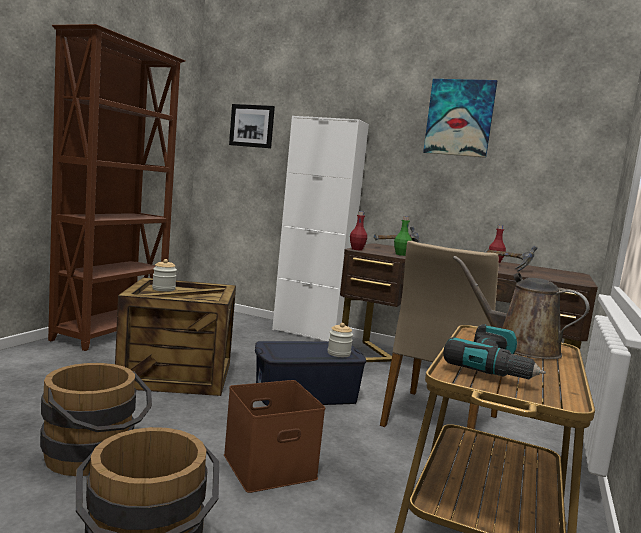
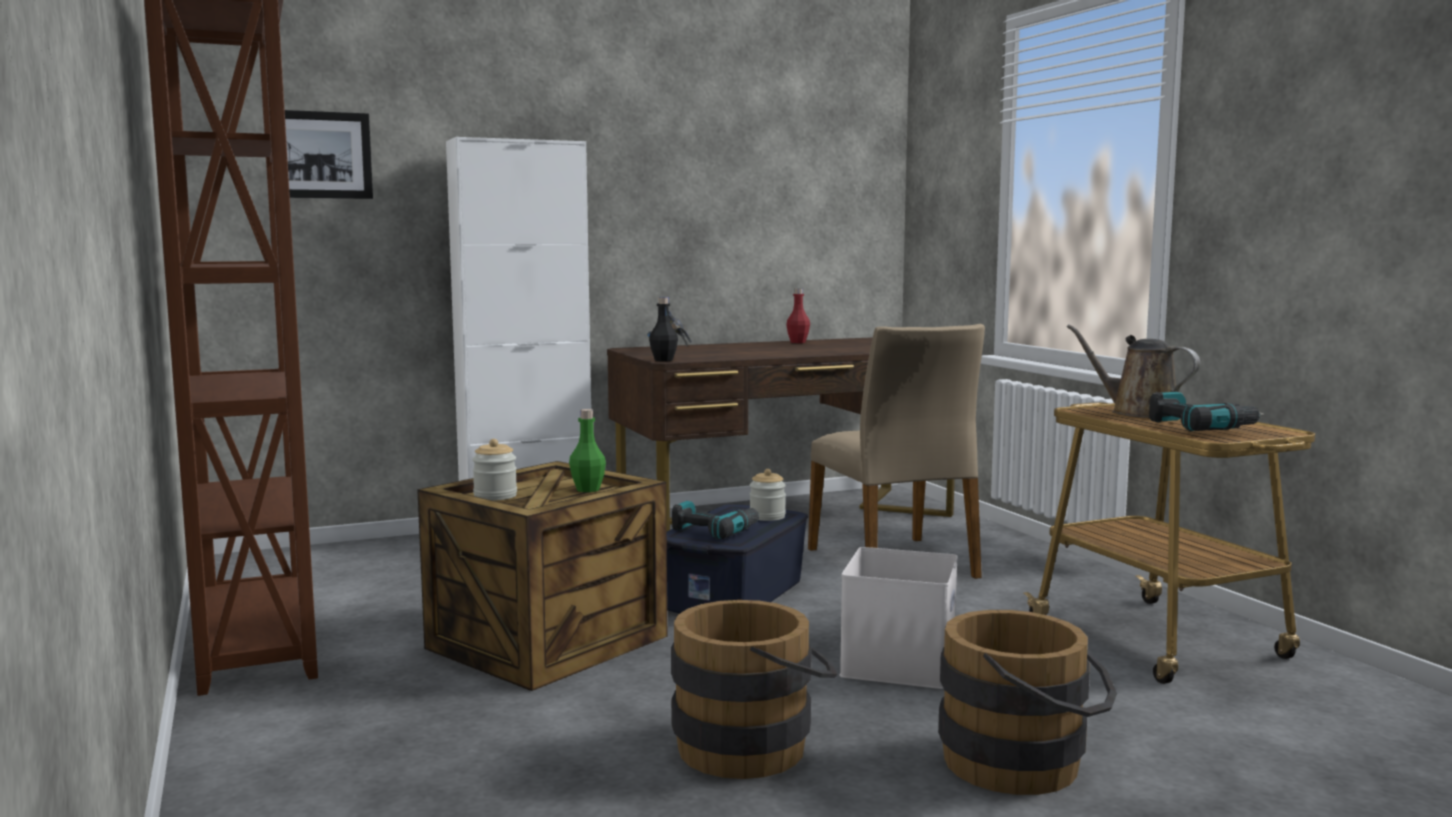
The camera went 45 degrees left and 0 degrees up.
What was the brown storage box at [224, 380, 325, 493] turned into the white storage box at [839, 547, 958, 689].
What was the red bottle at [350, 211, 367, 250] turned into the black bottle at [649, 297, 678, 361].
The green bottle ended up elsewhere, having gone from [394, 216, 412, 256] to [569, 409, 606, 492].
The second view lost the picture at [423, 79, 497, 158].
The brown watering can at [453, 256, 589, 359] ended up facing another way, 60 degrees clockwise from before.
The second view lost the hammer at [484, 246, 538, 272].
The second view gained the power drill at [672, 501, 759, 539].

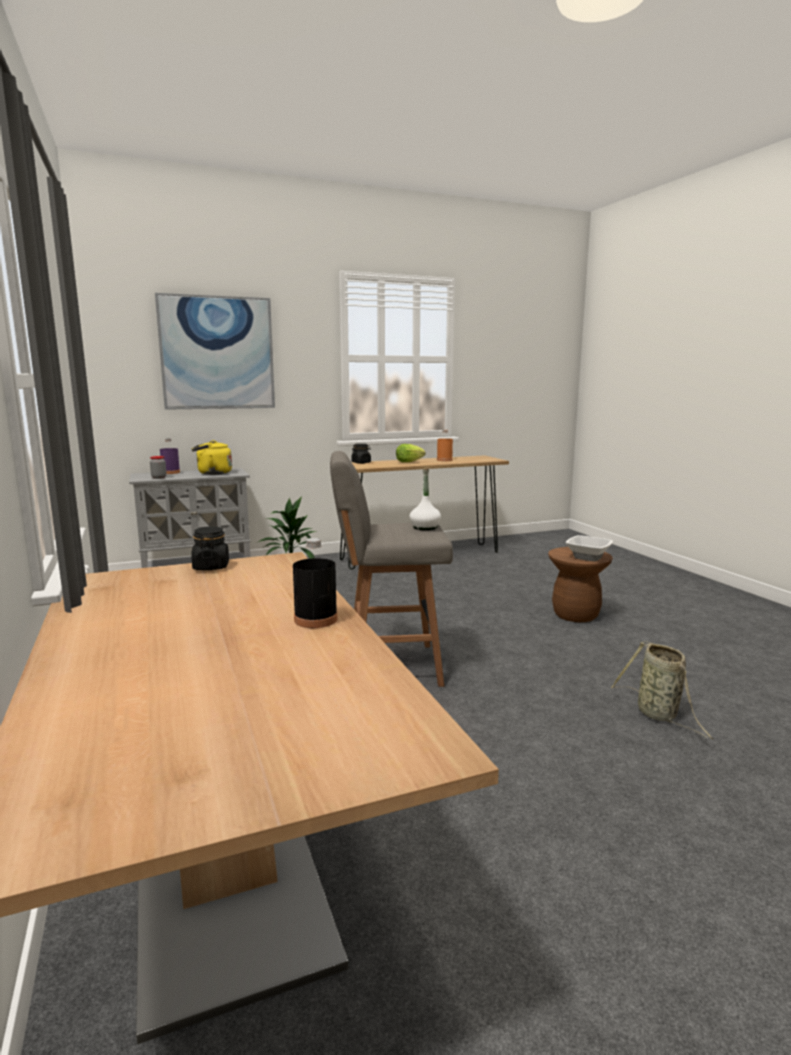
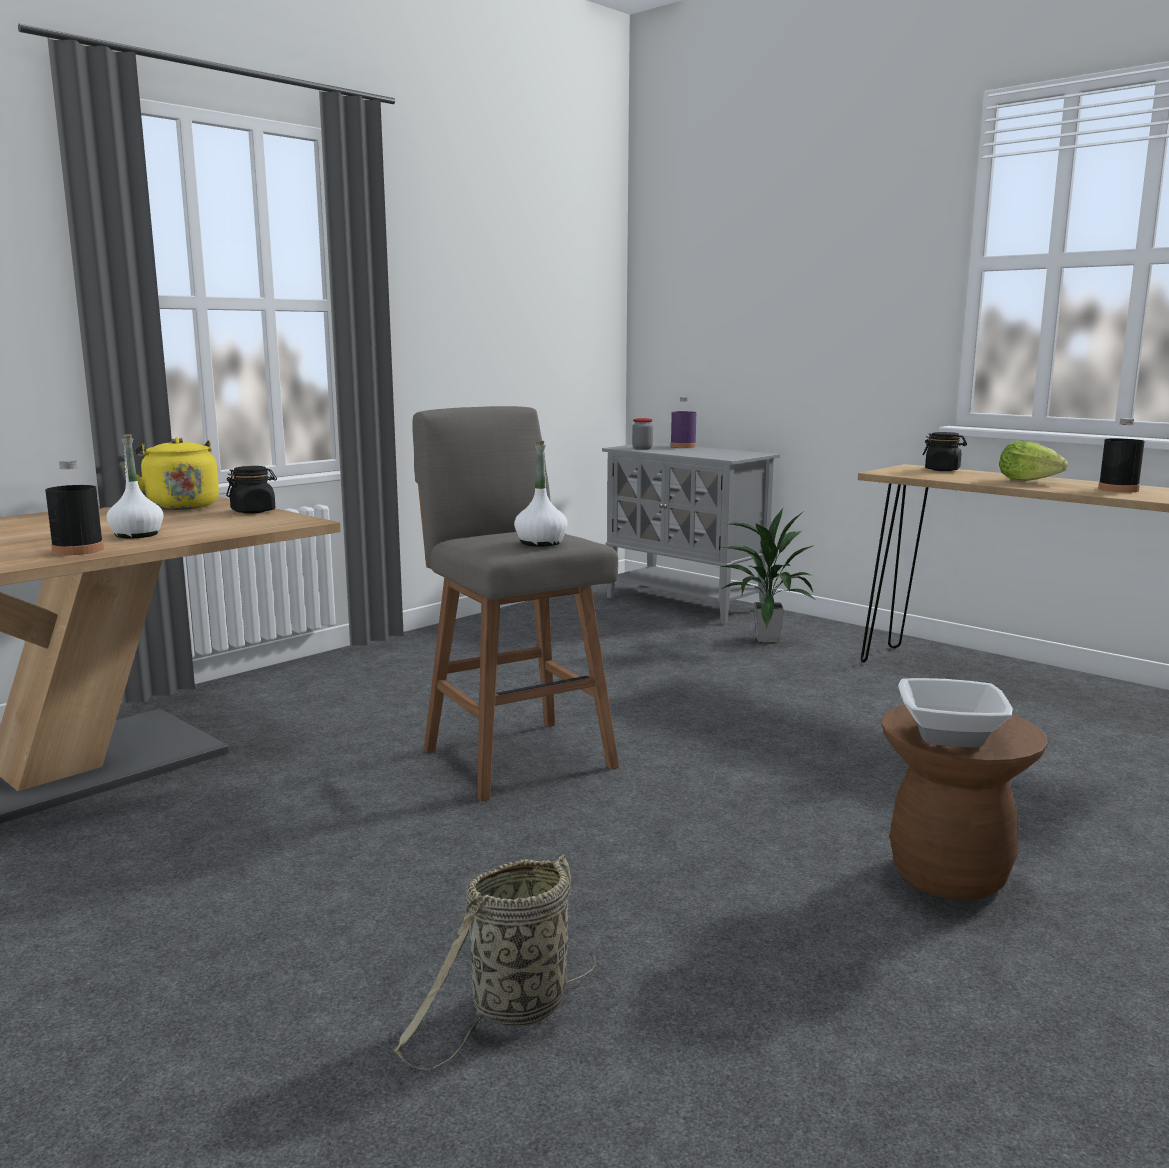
The camera went 65 degrees right and 0 degrees up.
The second view lost the picture at [155, 293, 275, 410].
The yellow kettle ended up elsewhere, having gone from [192, 440, 232, 475] to [124, 437, 219, 510].
What was the orange bottle at [437, 430, 453, 461] turned into the black bottle at [1098, 418, 1145, 492].
The second view gained the white bottle at [106, 434, 164, 539].

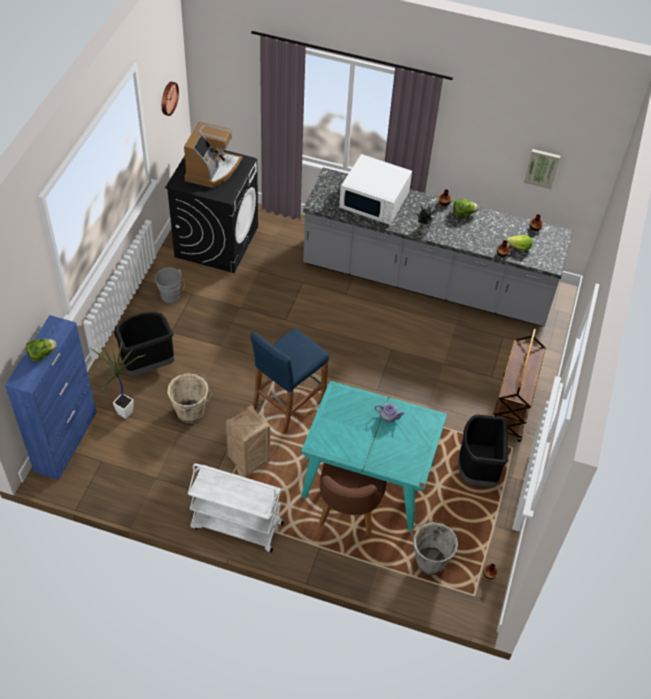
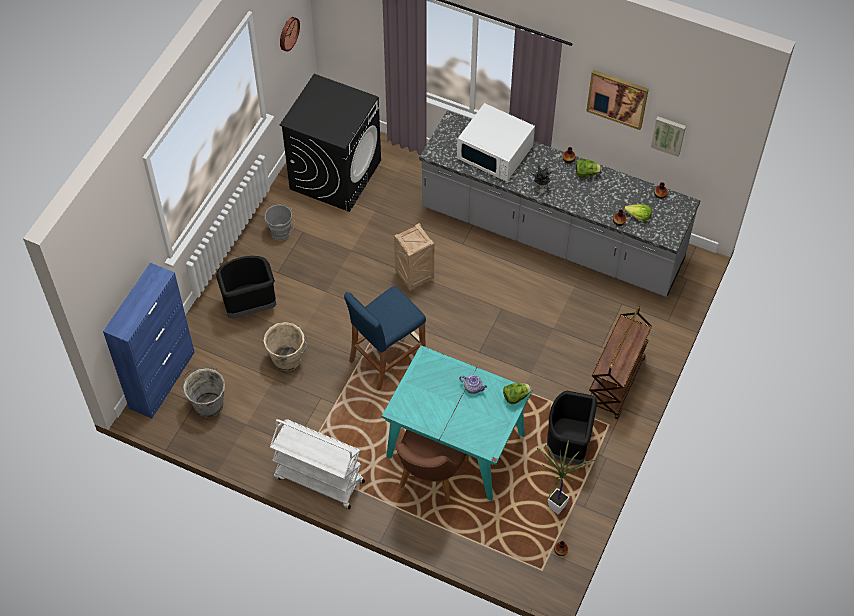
The camera went 10 degrees right and 5 degrees up.
The lettuce ended up elsewhere, having gone from [26, 339, 57, 362] to [503, 383, 532, 404].
The potted plant ended up elsewhere, having gone from [90, 340, 146, 419] to [537, 440, 595, 514].
The second view lost the coffee machine at [184, 122, 242, 188].
The crate ended up elsewhere, having gone from [226, 405, 270, 477] to [394, 223, 434, 290].
The grey bucket ended up elsewhere, having gone from [410, 520, 458, 575] to [182, 367, 225, 418].
The second view gained the picture at [586, 70, 649, 130].

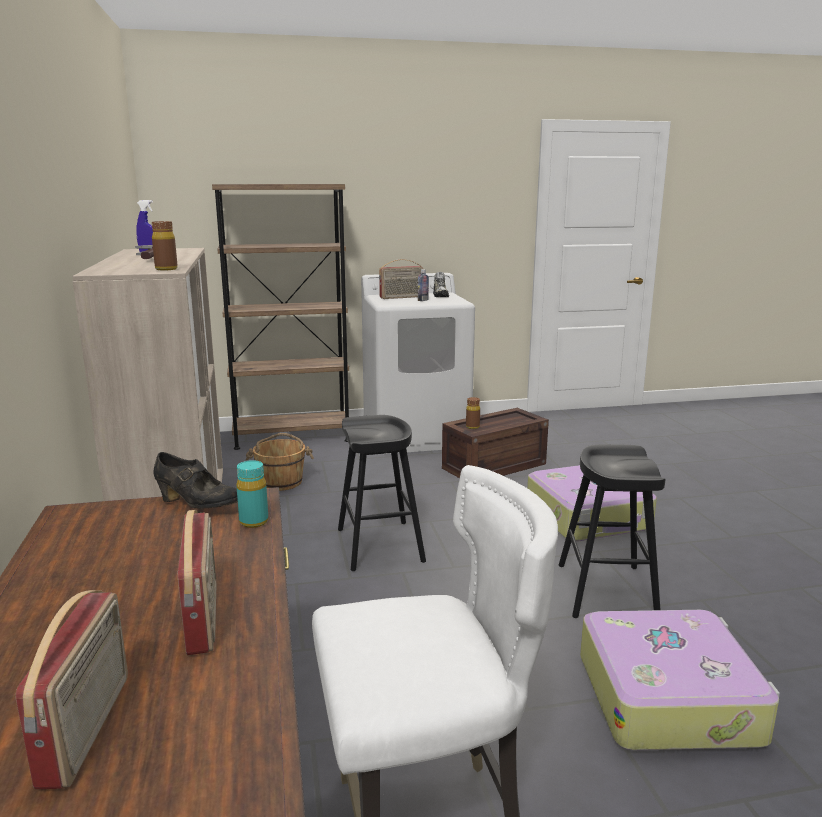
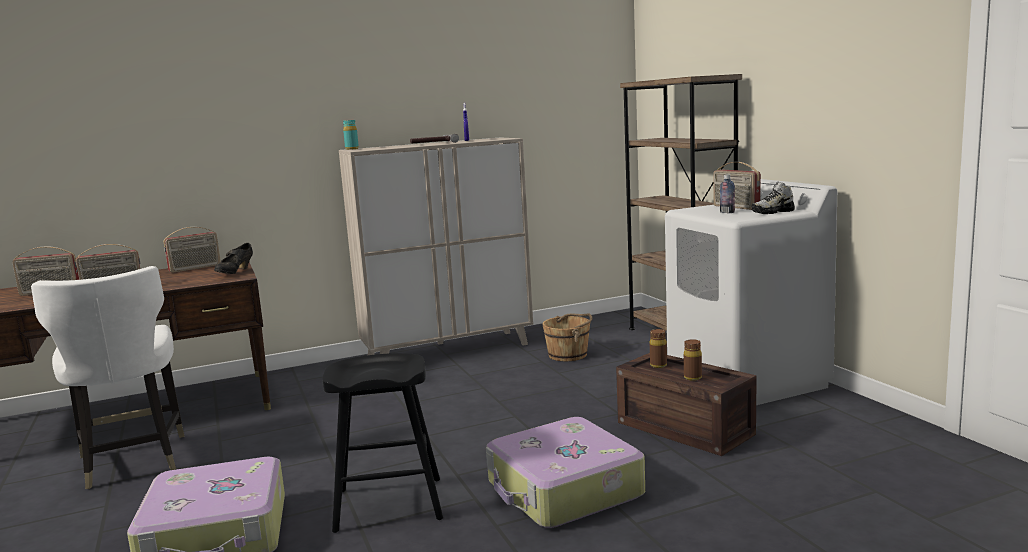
The camera went 80 degrees right and 5 degrees down.
The brown bottle ended up elsewhere, having gone from [152, 221, 178, 271] to [684, 339, 702, 381].
The turquoise bottle ended up elsewhere, having gone from [237, 460, 268, 528] to [343, 120, 359, 150].
The second view lost the black stool at [338, 415, 426, 571].
The second view gained the radio at [164, 227, 221, 273].

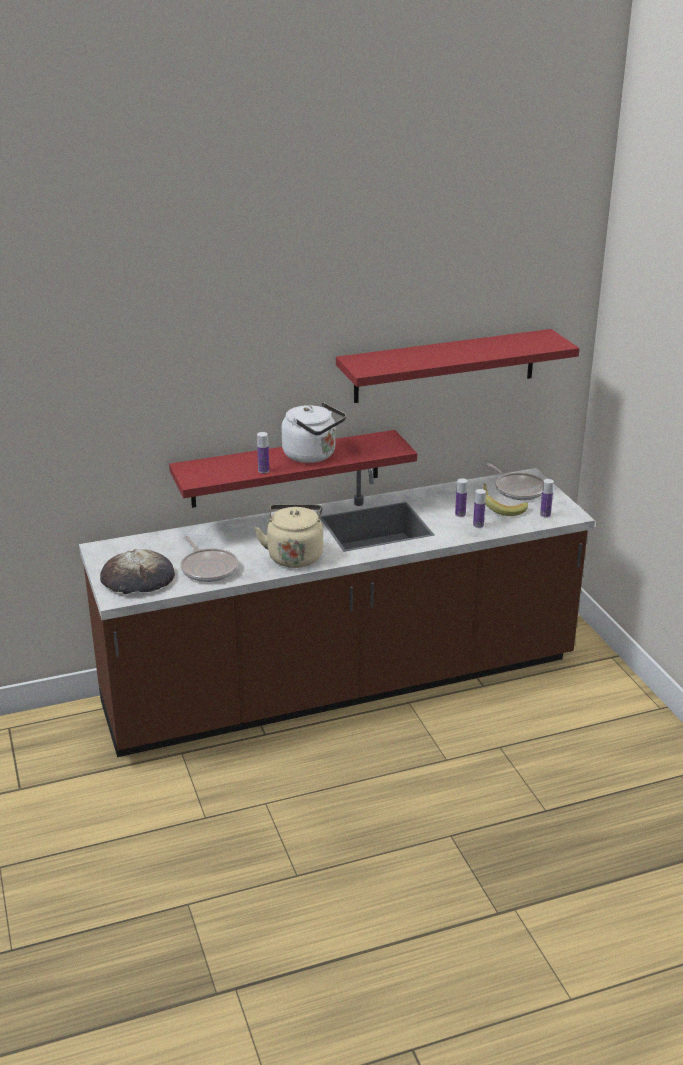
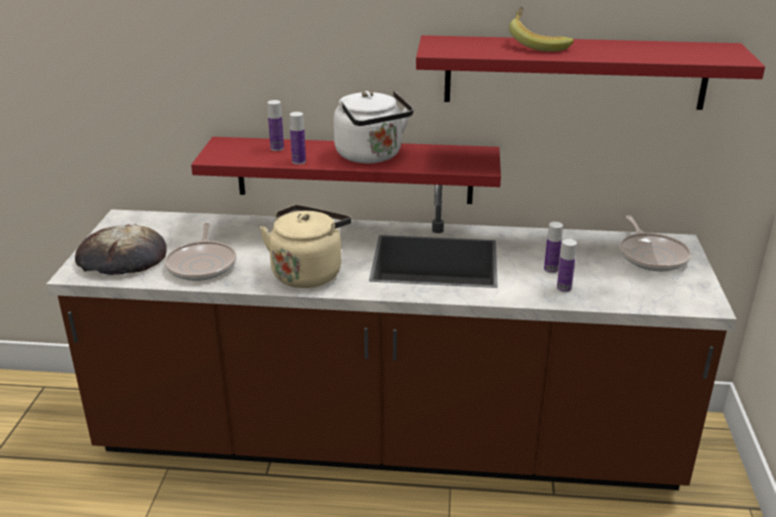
The camera went 25 degrees right and 0 degrees up.
The banana ended up elsewhere, having gone from [483, 483, 528, 516] to [509, 7, 574, 52].
The bottle ended up elsewhere, having gone from [540, 479, 554, 518] to [267, 100, 284, 151].

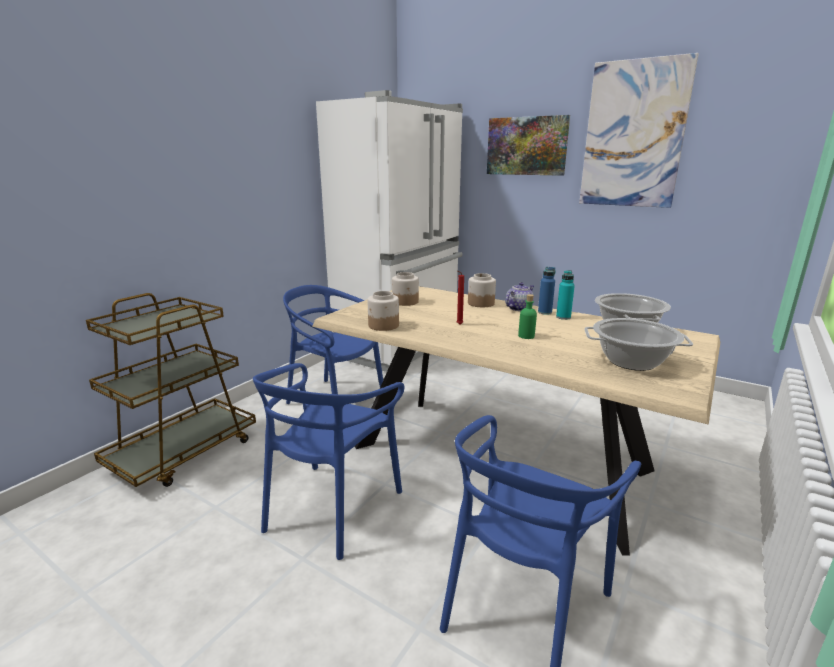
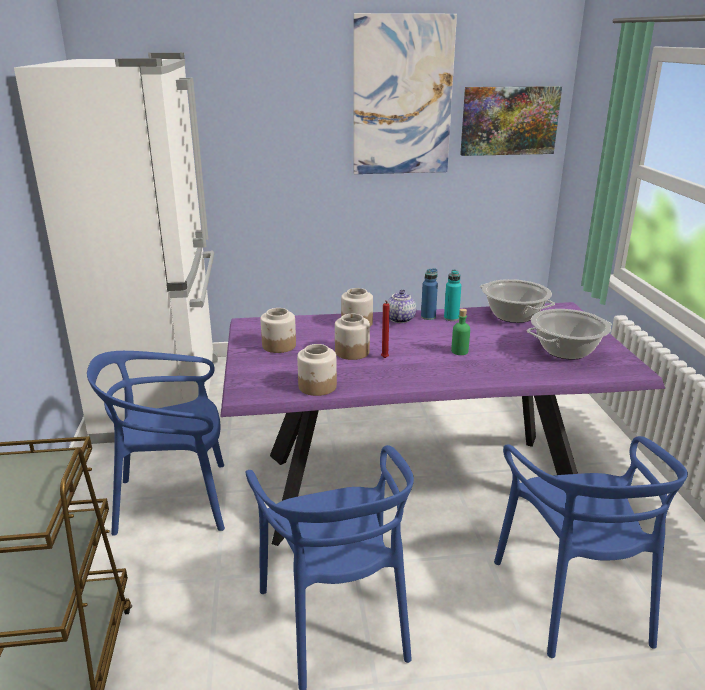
The camera went 40 degrees left and 5 degrees up.
What was the beige dining table at [312, 286, 720, 556] turned into the purple dining table at [220, 302, 665, 546].
The picture ended up elsewhere, having gone from [487, 115, 570, 176] to [460, 86, 562, 156].
The second view gained the jar at [335, 314, 370, 360].

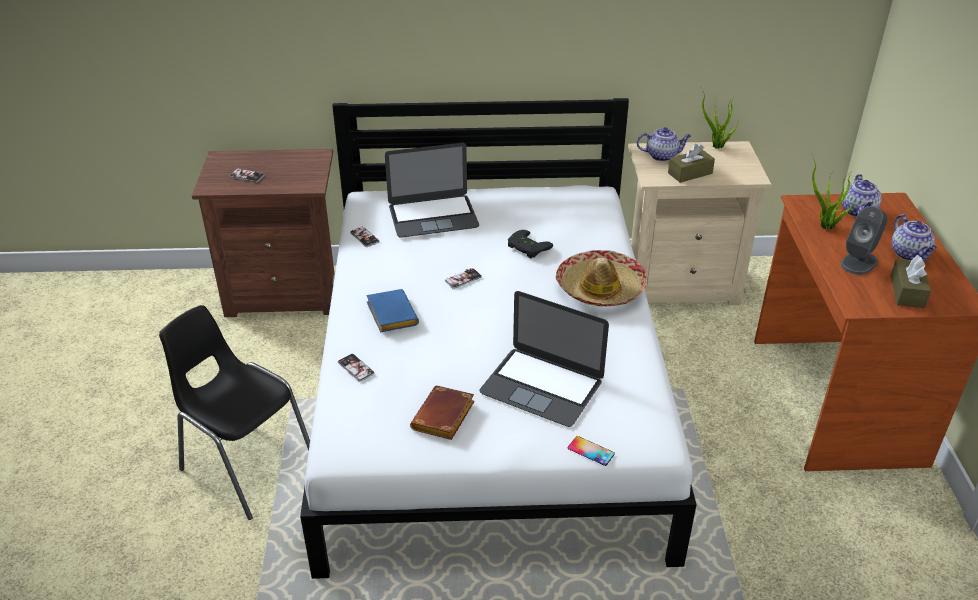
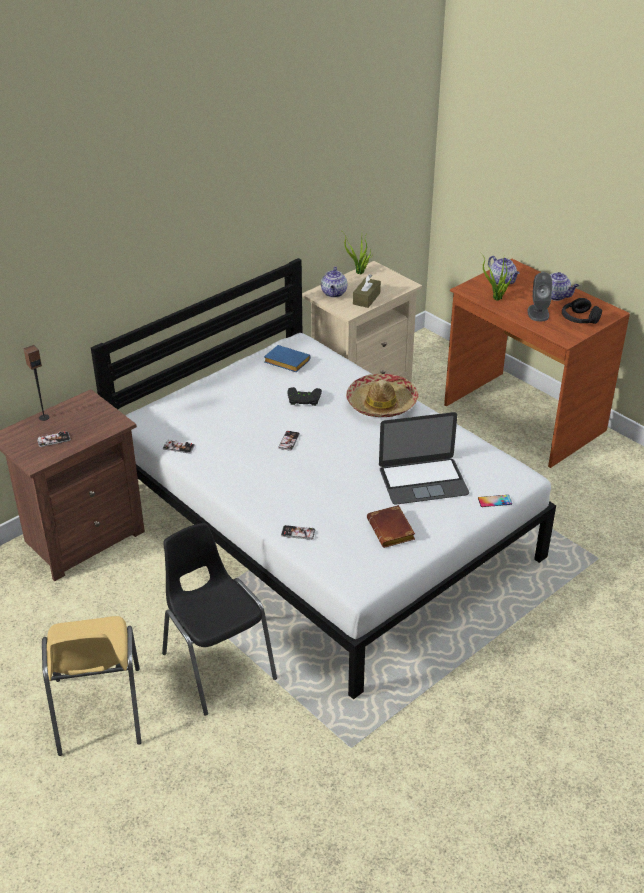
The camera went 40 degrees left and 0 degrees up.
The black chair at [159, 305, 310, 520] ended up facing another way, 60 degrees clockwise from before.
The blue book ended up elsewhere, having gone from [366, 289, 419, 332] to [264, 345, 311, 372].
The second view lost the laptop at [385, 143, 479, 238].
The teapot at [637, 127, 691, 161] ended up facing another way, 135 degrees clockwise from before.
Where the brown tissue box stood at [890, 255, 931, 308], the black headphones came to stand at [562, 298, 602, 324].
The second view gained the speaker at [23, 345, 49, 421].
The second view gained the yellow chair at [42, 616, 142, 756].

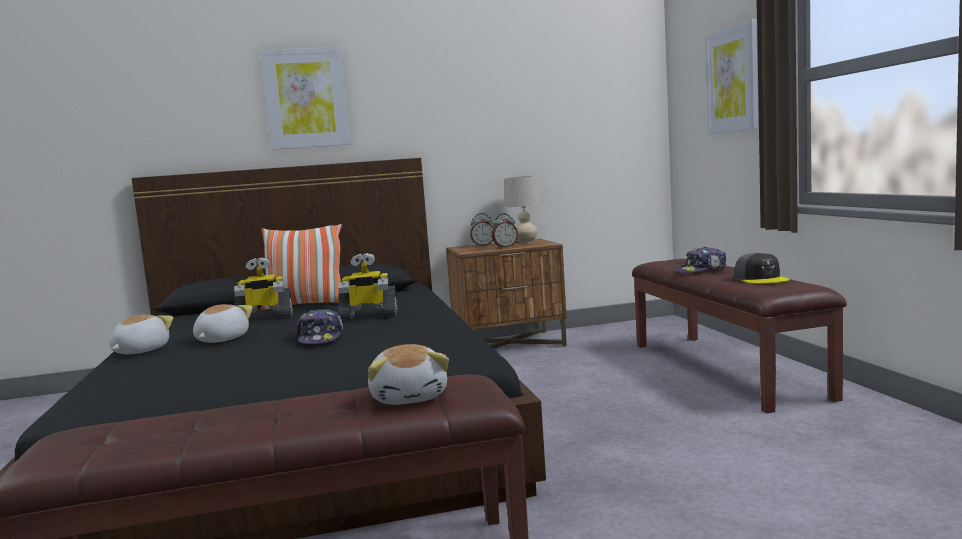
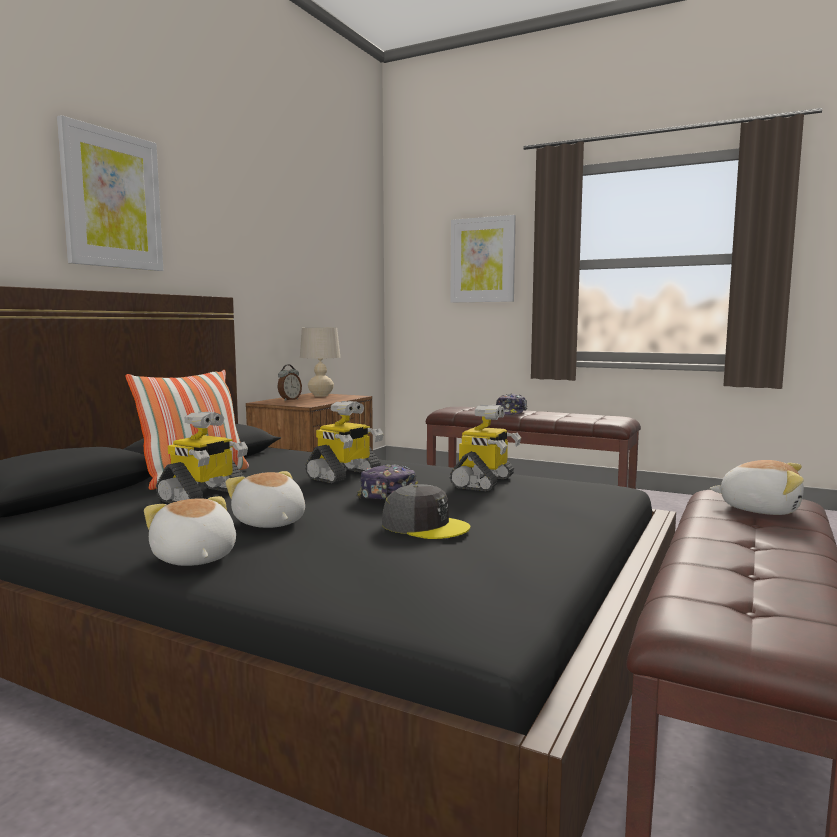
The camera went 50 degrees left and 0 degrees up.
The second view lost the alarm clock at [492, 213, 518, 248].
The grey cap ended up elsewhere, having gone from [734, 253, 789, 284] to [382, 484, 470, 539].
The second view gained the toy robot at [450, 405, 521, 491].

